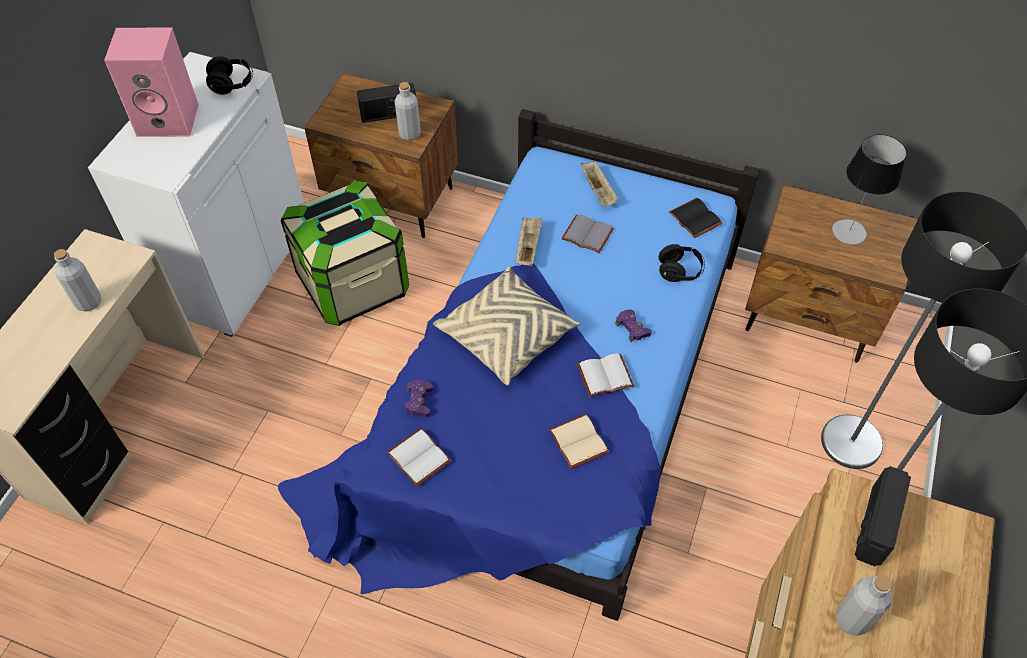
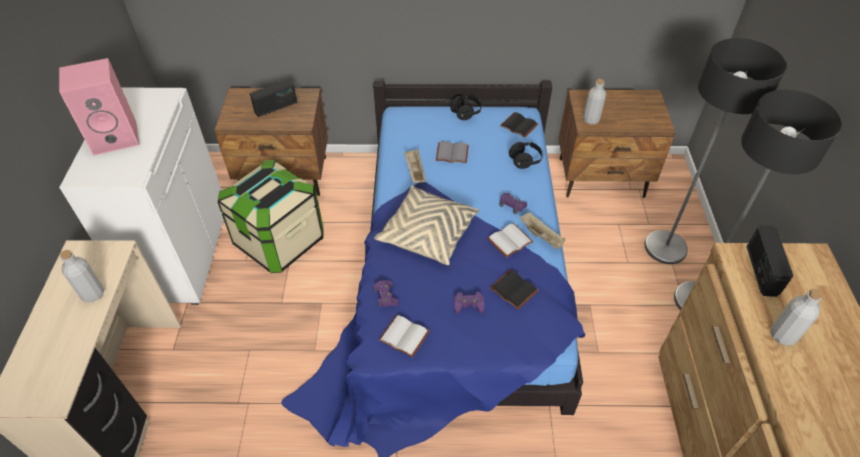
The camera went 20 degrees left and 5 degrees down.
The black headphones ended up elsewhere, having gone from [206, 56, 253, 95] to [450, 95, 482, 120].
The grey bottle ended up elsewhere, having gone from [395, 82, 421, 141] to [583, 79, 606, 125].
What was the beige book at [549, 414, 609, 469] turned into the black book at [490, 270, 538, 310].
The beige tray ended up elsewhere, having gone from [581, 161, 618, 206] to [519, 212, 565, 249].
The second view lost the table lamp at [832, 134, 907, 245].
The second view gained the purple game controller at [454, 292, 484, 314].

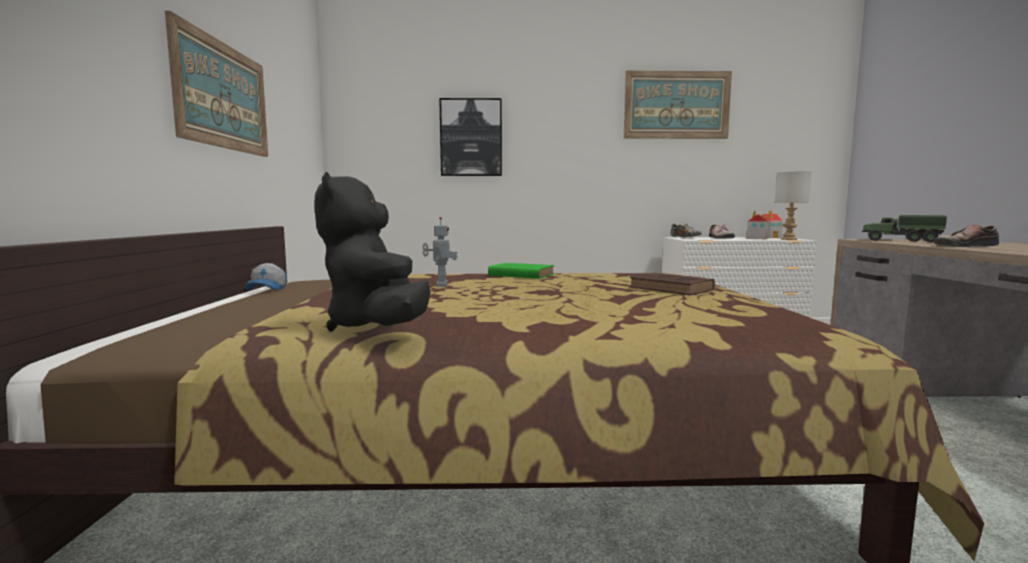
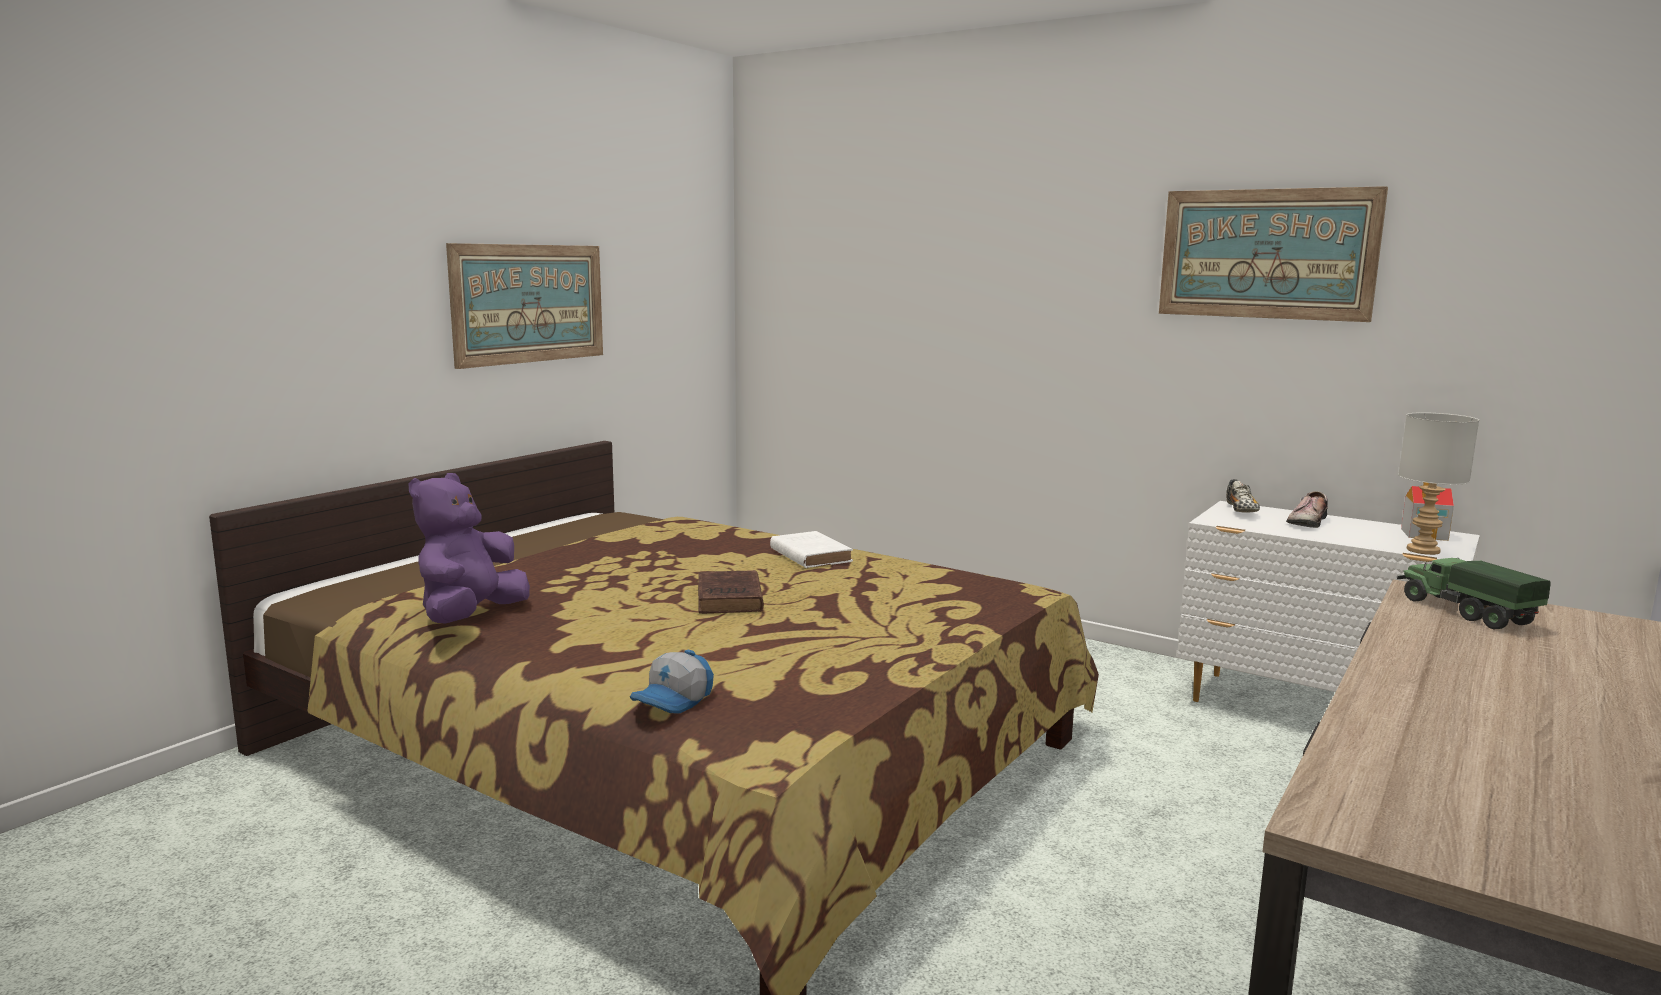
The camera went 35 degrees right and 5 degrees up.
The cap ended up elsewhere, having gone from [245, 263, 287, 290] to [630, 650, 714, 713].
What was the black plush toy at [314, 172, 430, 332] turned into the purple plush toy at [409, 473, 530, 624].
The second view lost the toy robot at [422, 217, 458, 287].
The second view lost the picture at [439, 98, 502, 176].
What was the green book at [488, 263, 554, 279] turned into the white book at [770, 531, 853, 568].
The brown book ended up elsewhere, having gone from [629, 273, 715, 295] to [698, 570, 764, 614].
The second view lost the toy house at [746, 211, 770, 239].
The second view lost the shoe at [934, 225, 999, 247].

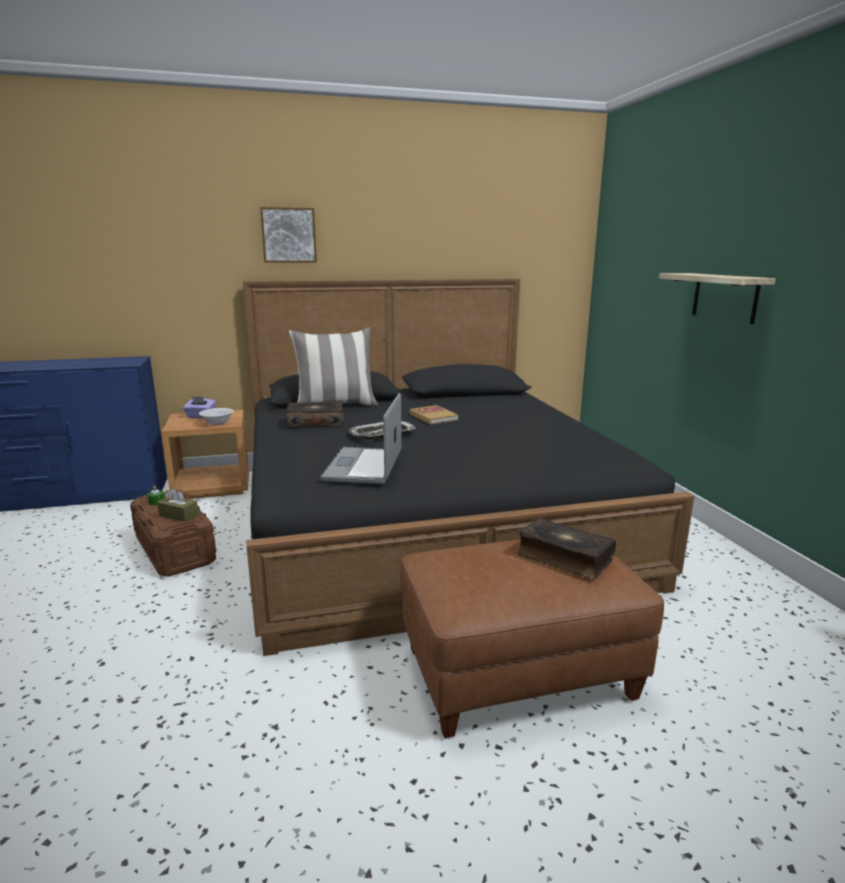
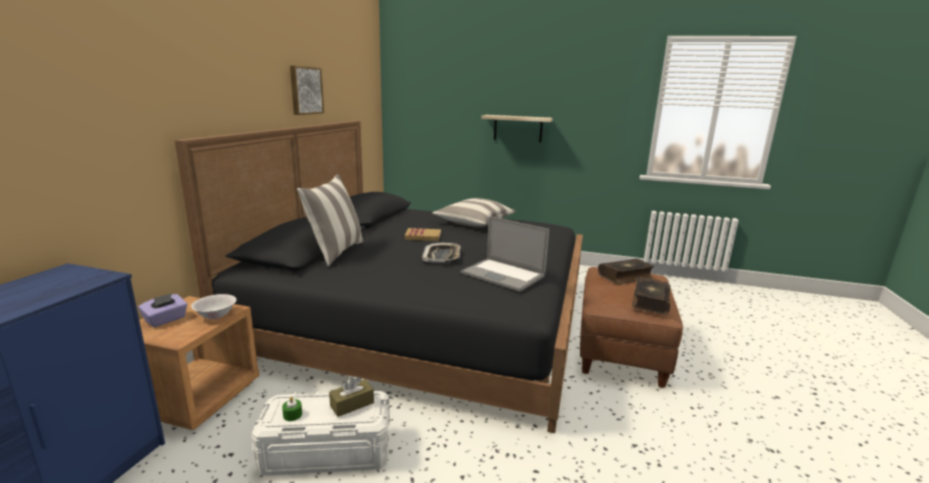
The camera went 60 degrees left and 0 degrees up.
What was the brown storage box at [130, 490, 216, 576] turned into the white storage box at [251, 391, 390, 476].
The picture ended up elsewhere, having gone from [260, 207, 317, 263] to [290, 66, 324, 115].
The book ended up elsewhere, having gone from [286, 401, 344, 427] to [632, 276, 671, 315].
The second view gained the pillow at [432, 198, 516, 227].

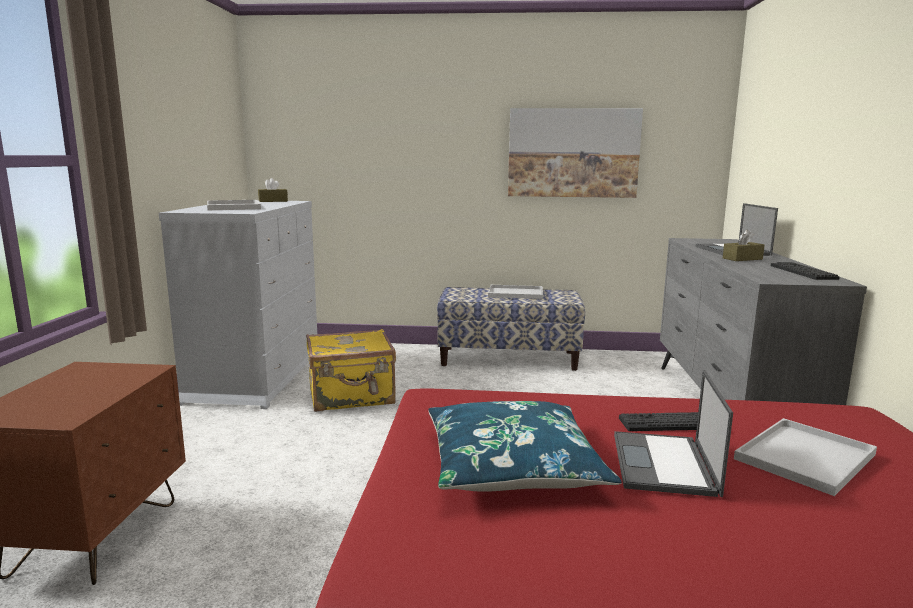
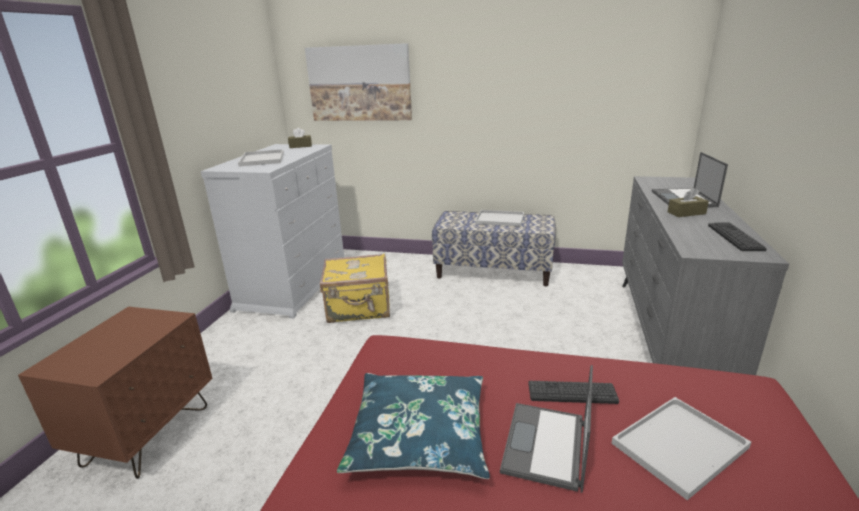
The camera went 10 degrees right and 10 degrees up.
The picture ended up elsewhere, having gone from [508, 108, 643, 198] to [305, 43, 412, 121].

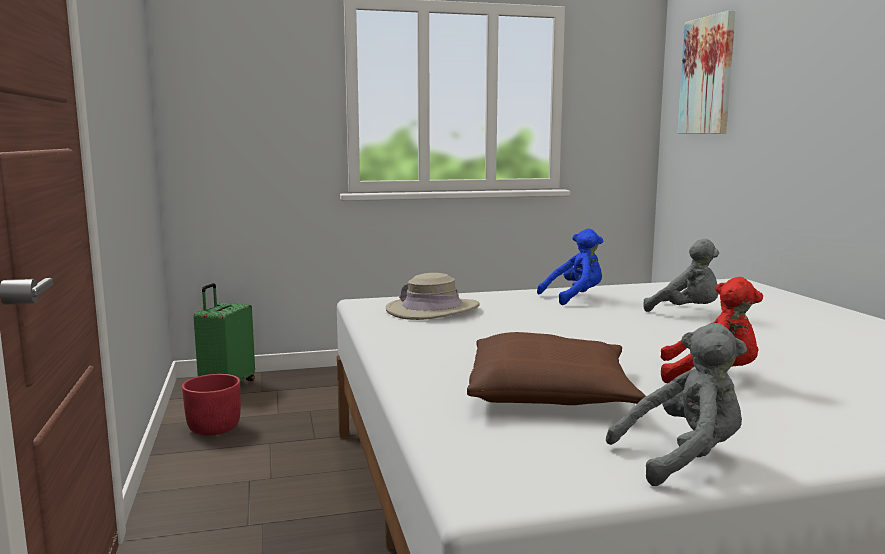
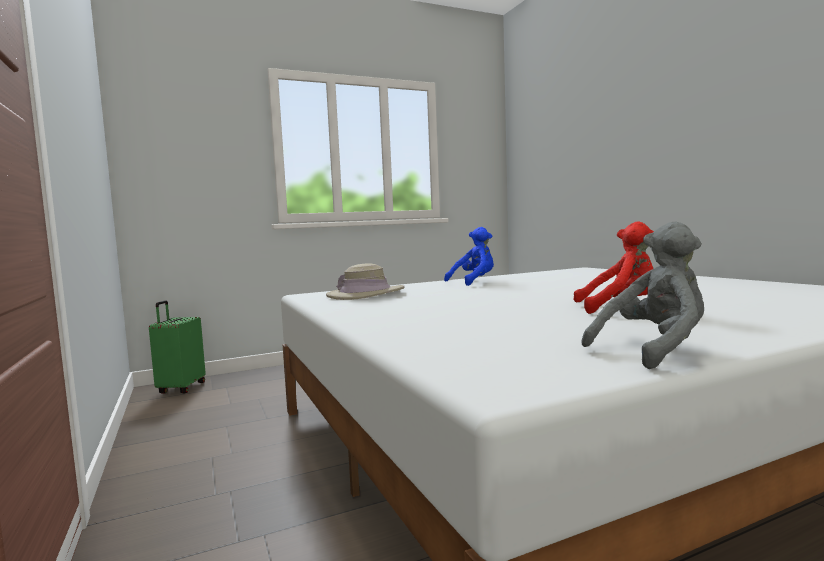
The camera went 10 degrees left and 5 degrees down.
The second view lost the red planter at [182, 374, 241, 436].
The second view lost the brown pillow at [467, 332, 646, 405].
The second view lost the grey plush toy at [643, 239, 719, 312].
The second view lost the picture at [678, 10, 736, 134].

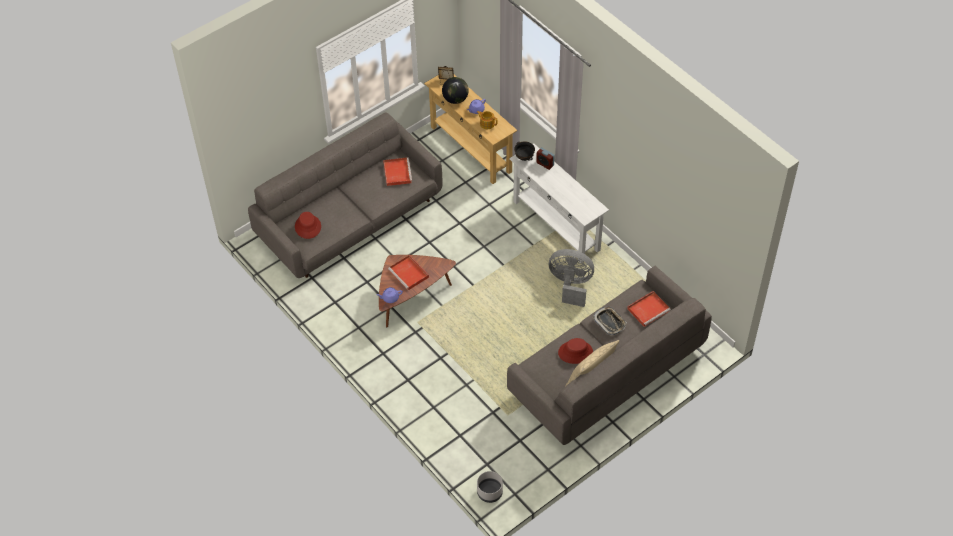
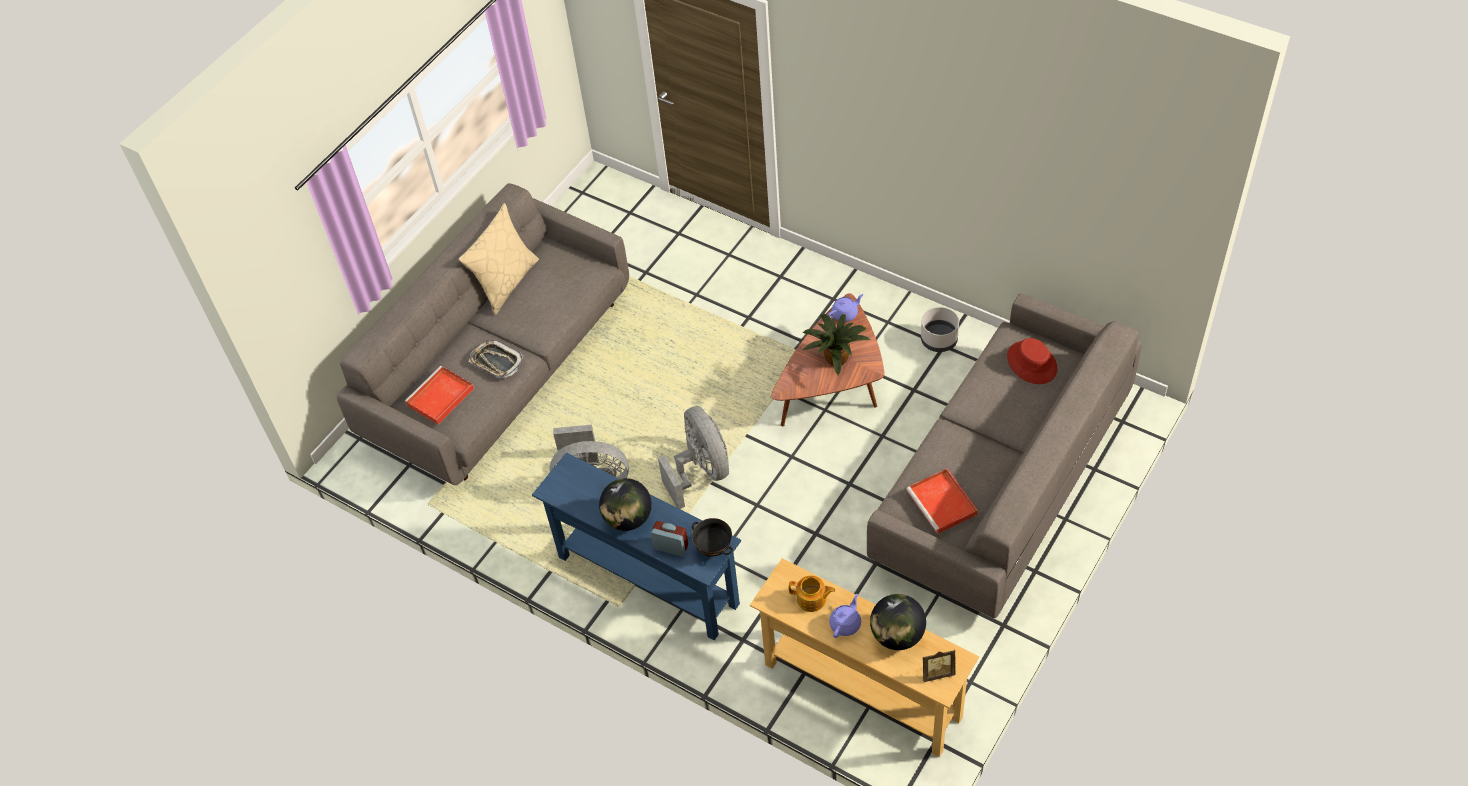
The camera went 165 degrees right and 0 degrees up.
Where the red tray stood at [388, 255, 429, 290], the potted plant came to stand at [802, 314, 871, 375].
The grey planter ended up elsewhere, having gone from [477, 471, 503, 503] to [921, 307, 959, 352].
What was the white console table at [509, 143, 609, 263] turned into the blue console table at [532, 453, 741, 640].
The second view lost the red hat at [558, 338, 593, 364].
The second view gained the globe at [599, 478, 652, 531].
The second view gained the grey fan at [658, 406, 729, 509].

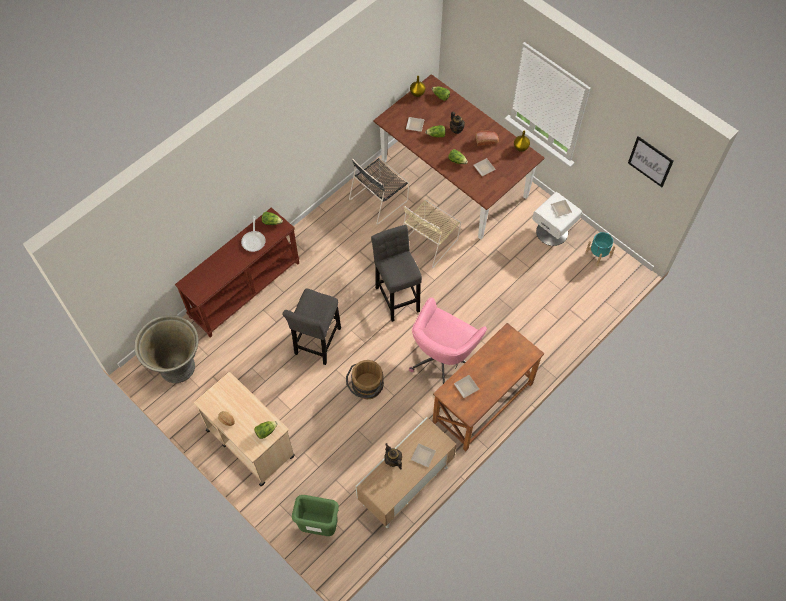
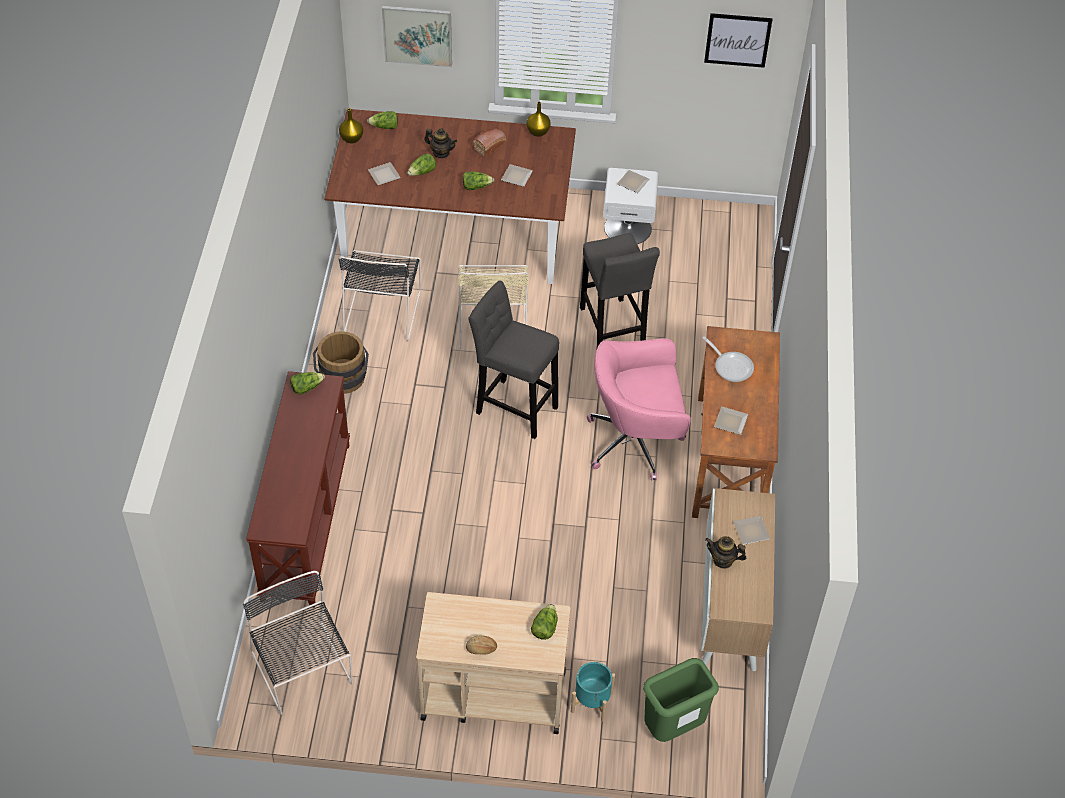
The camera went 40 degrees left and 10 degrees down.
Where the grey planter stood at [134, 315, 198, 383], the black chair came to stand at [243, 571, 353, 715].
The frying pan ended up elsewhere, having gone from [241, 216, 266, 252] to [702, 336, 754, 382].
The grey stool ended up elsewhere, having gone from [283, 288, 341, 365] to [580, 233, 660, 348].
The brown bucket ended up elsewhere, having gone from [346, 360, 384, 399] to [313, 331, 369, 394].
The pink office chair at [409, 298, 487, 384] ended up facing another way, 90 degrees clockwise from before.
The turquoise planter ended up elsewhere, having gone from [585, 232, 616, 266] to [571, 662, 615, 722].
The second view gained the picture at [382, 6, 452, 67].

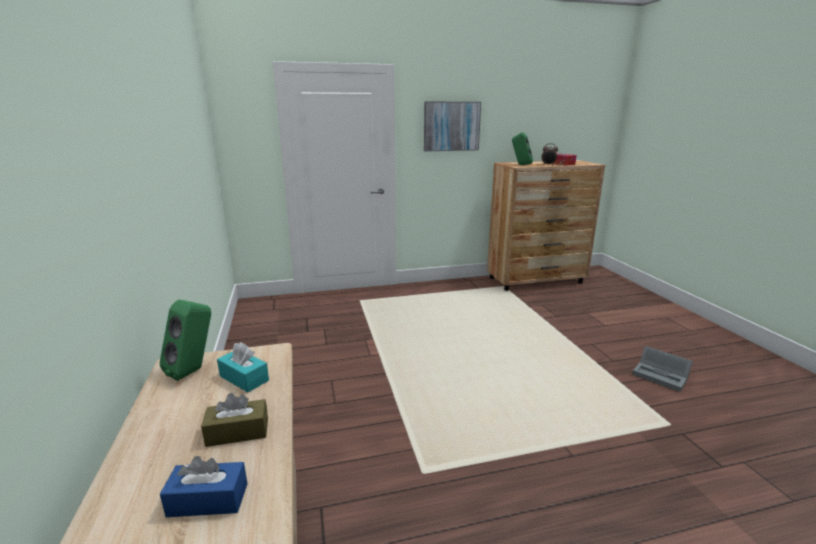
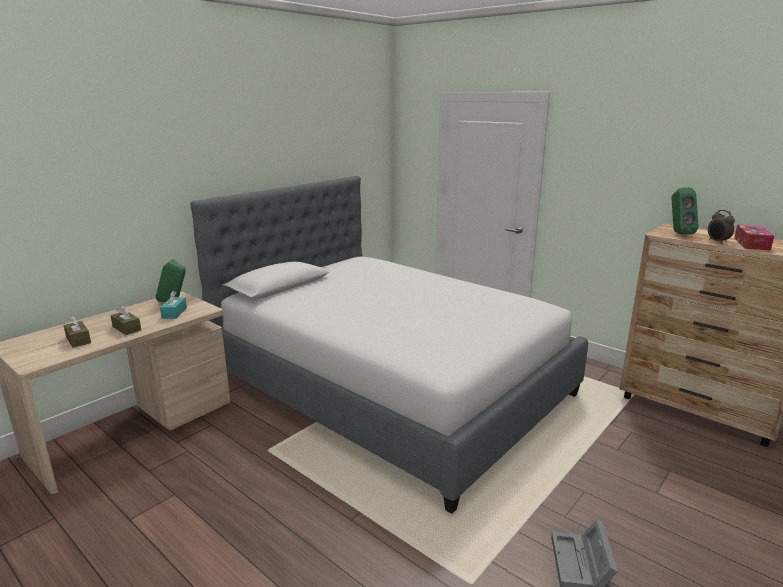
The camera went 55 degrees right and 0 degrees up.
What was the blue tissue box at [160, 456, 248, 517] turned into the brown tissue box at [64, 316, 91, 348].
The second view lost the picture at [424, 102, 481, 152].
The second view gained the bed at [191, 176, 588, 514].

